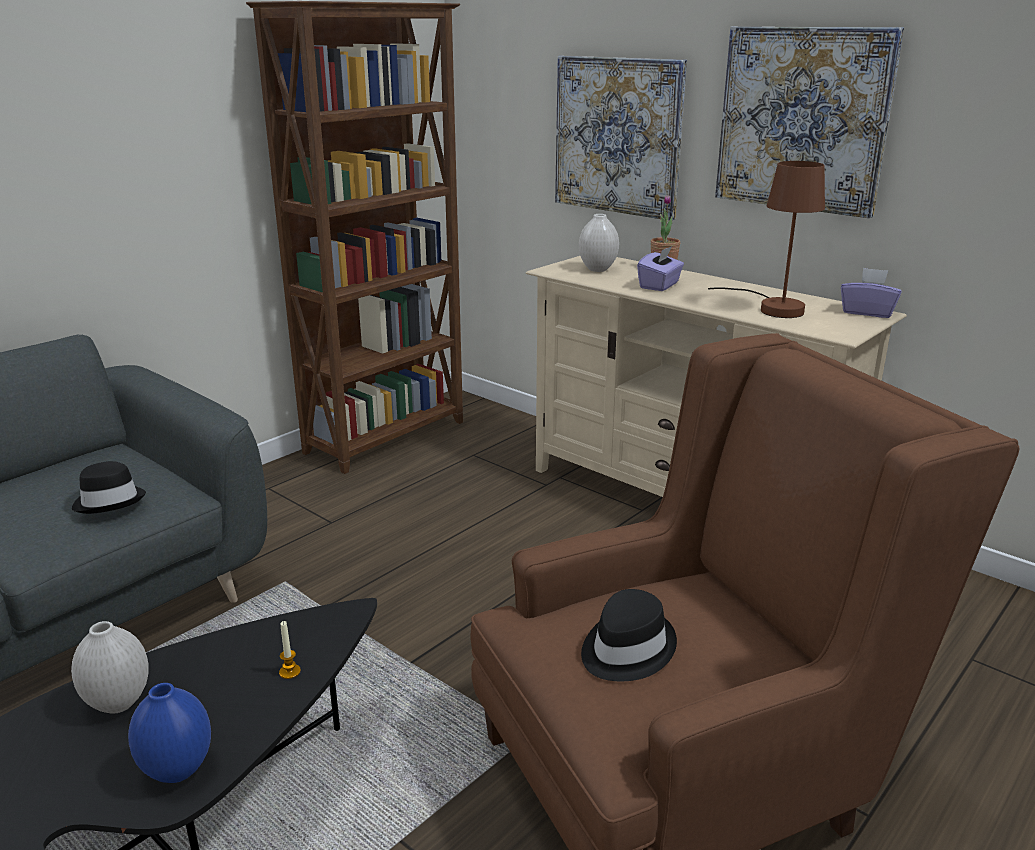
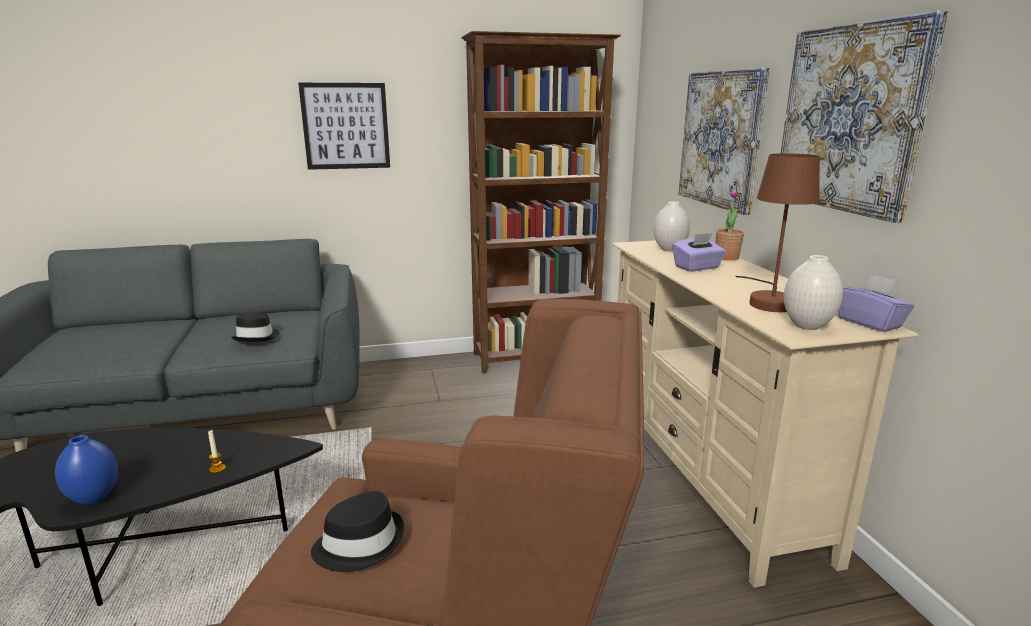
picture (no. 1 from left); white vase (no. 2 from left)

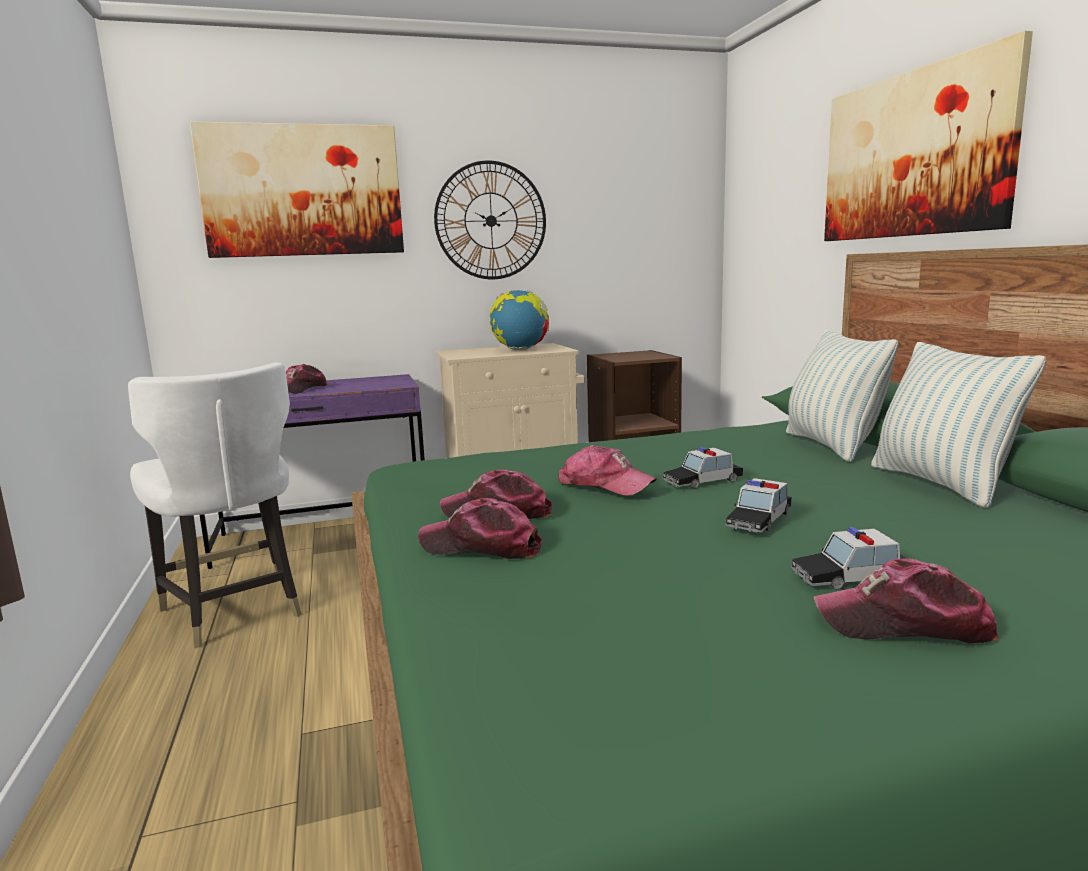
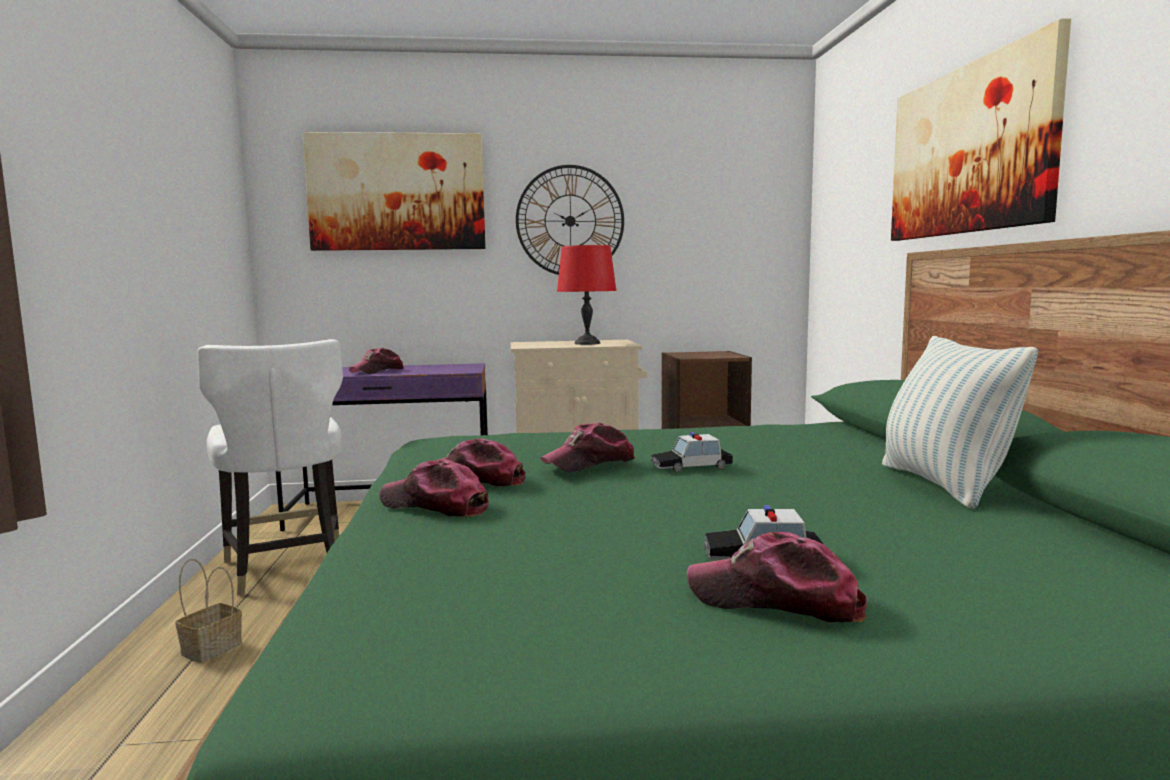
toy car (no. 2 from left in the first image); pillow (no. 1 from left in the first image); basket; red table lamp; cap (no. 4 from left)

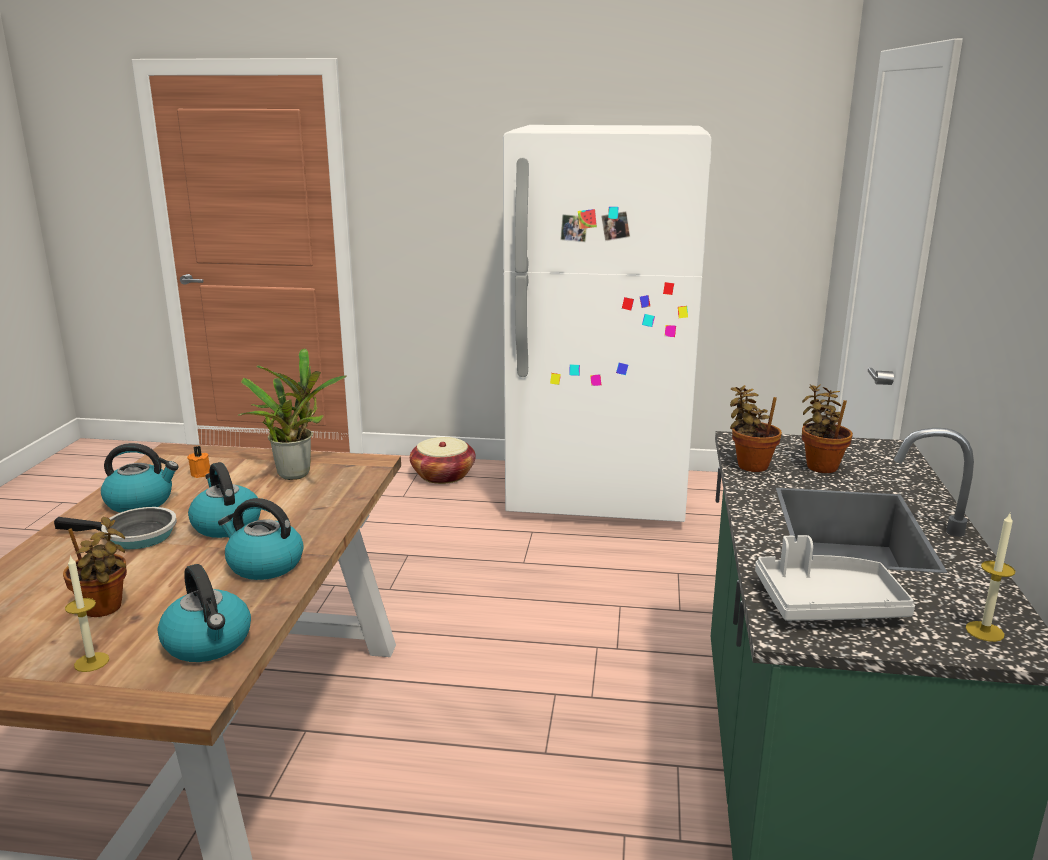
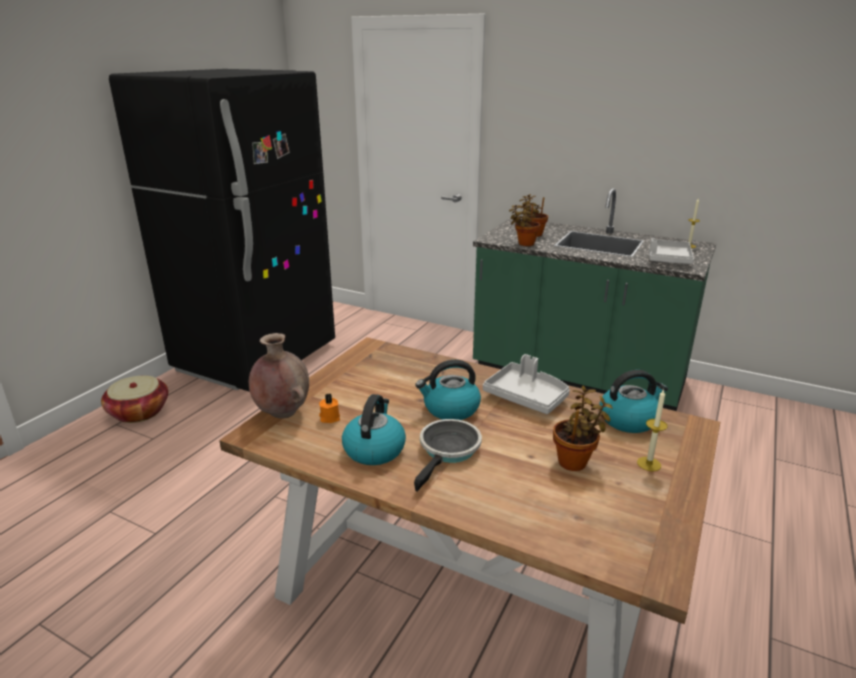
potted plant (no. 2 from left in the first image); brown vase; grey tray (no. 1 from left); black fridge

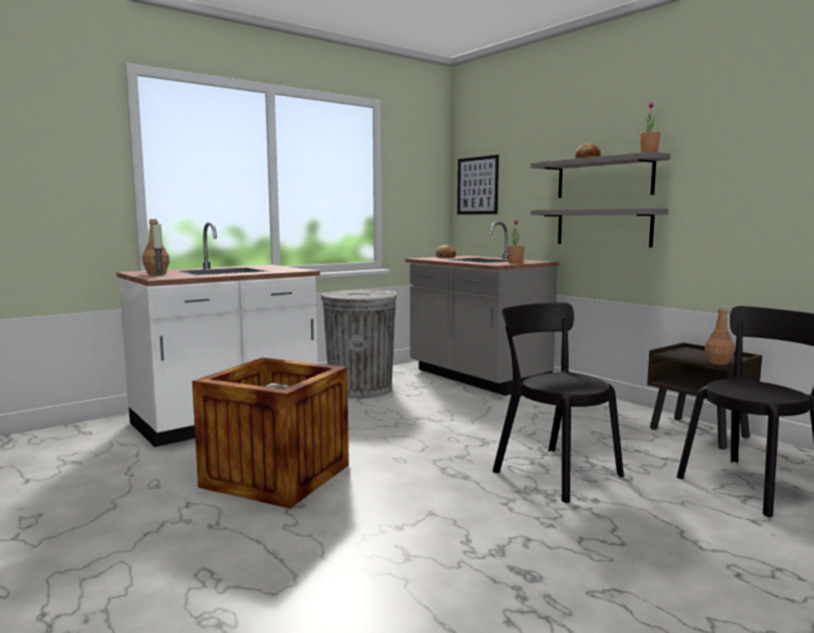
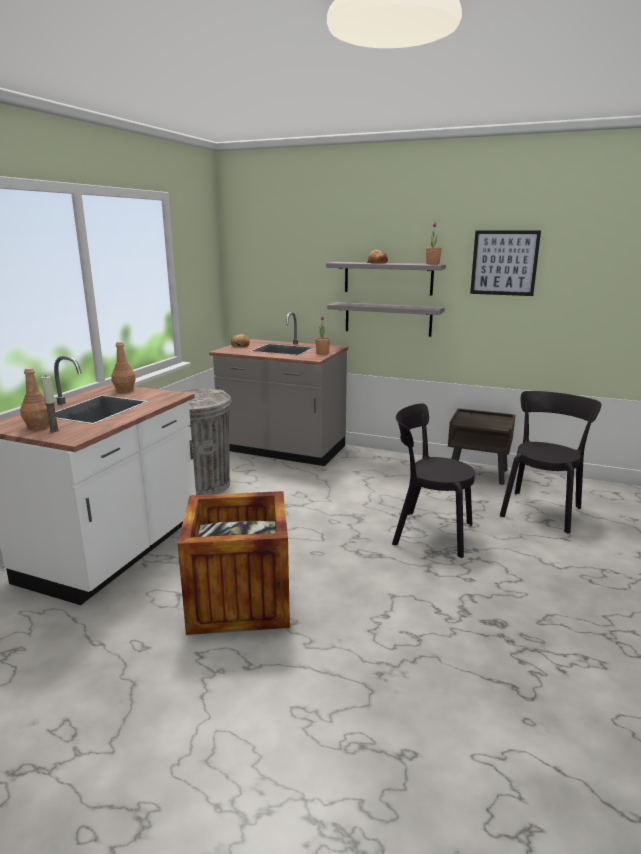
picture; brown bottle (no. 2 from left)

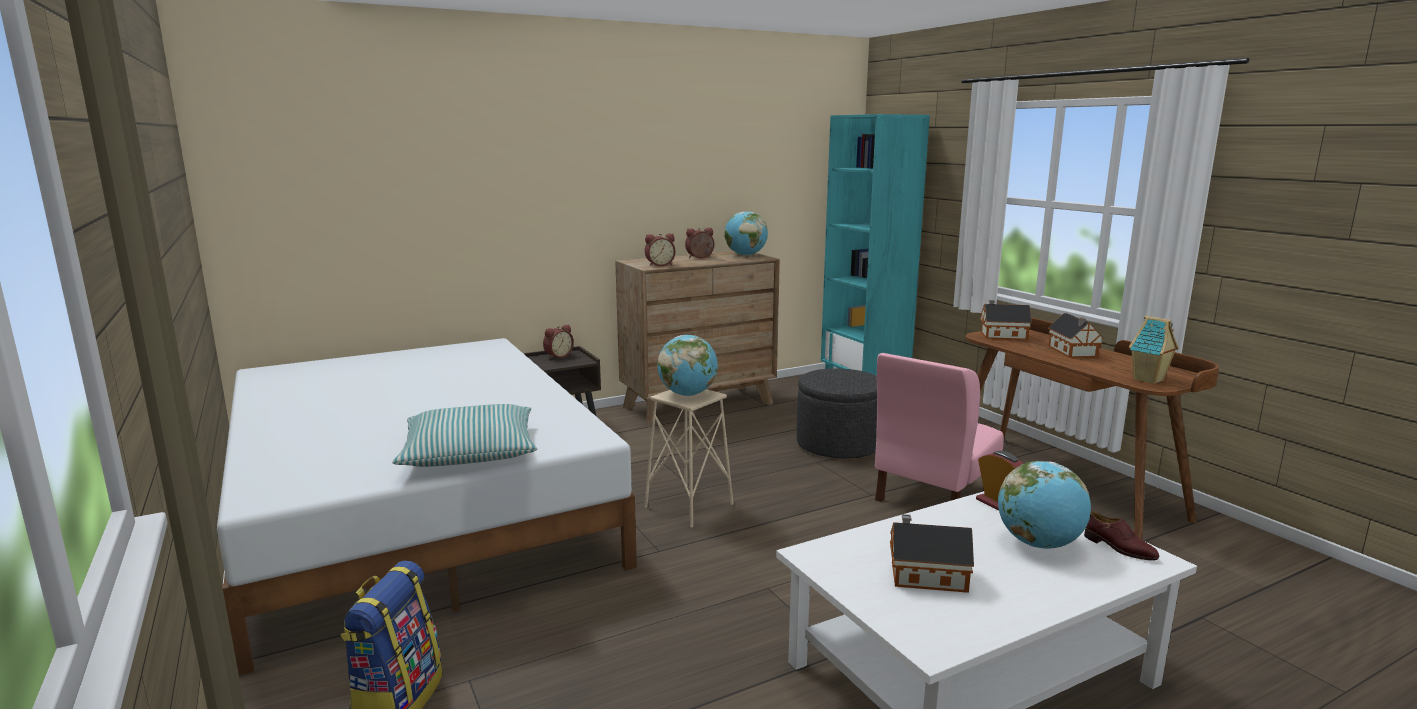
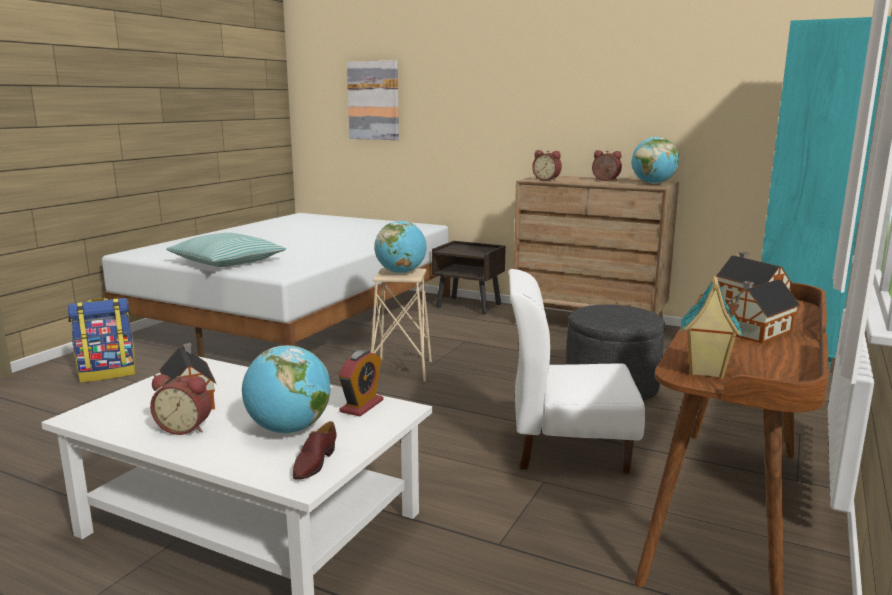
picture; alarm clock (no. 1 from left); white chair

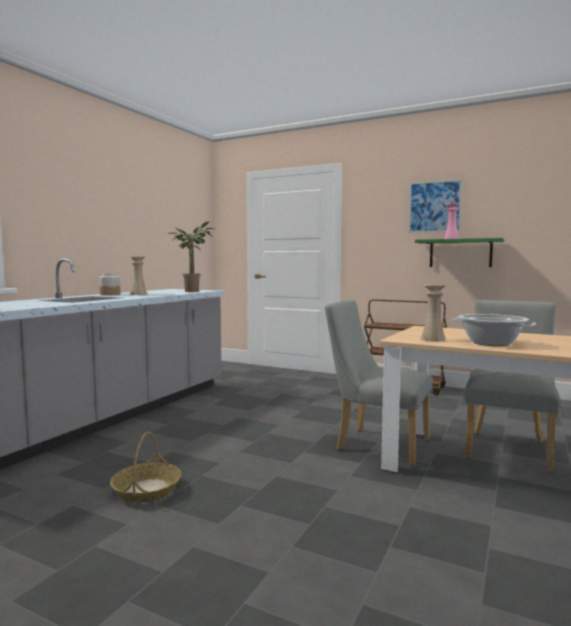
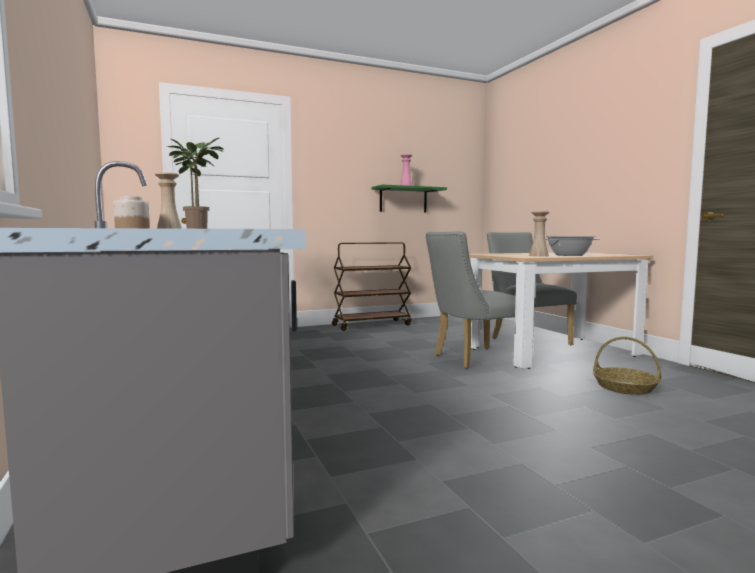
picture; basket

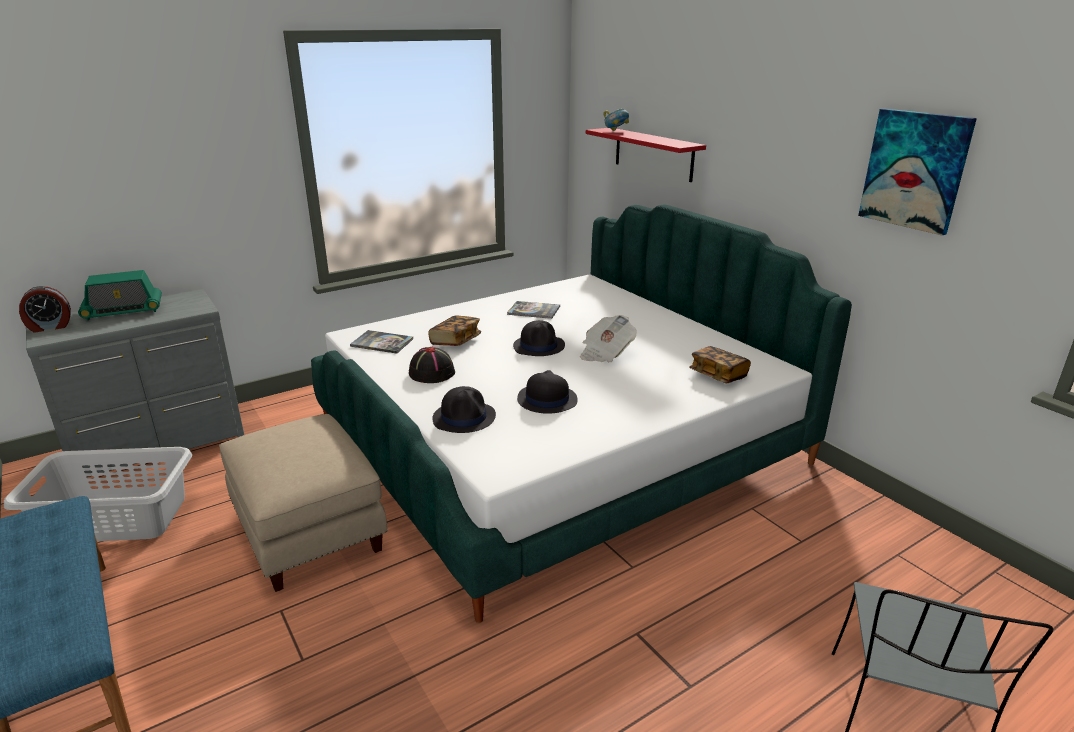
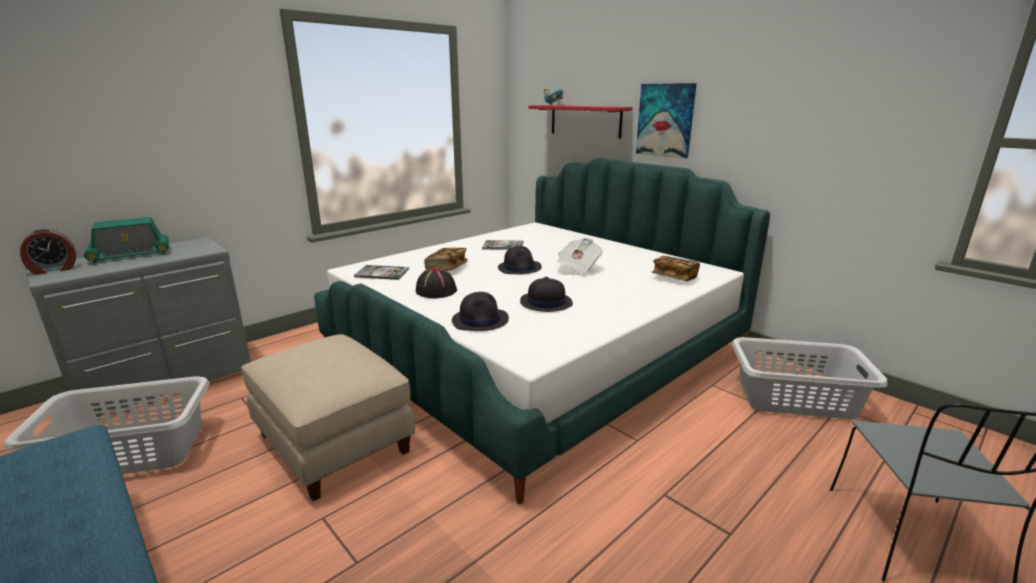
grey laundry basket (no. 2 from left); picture

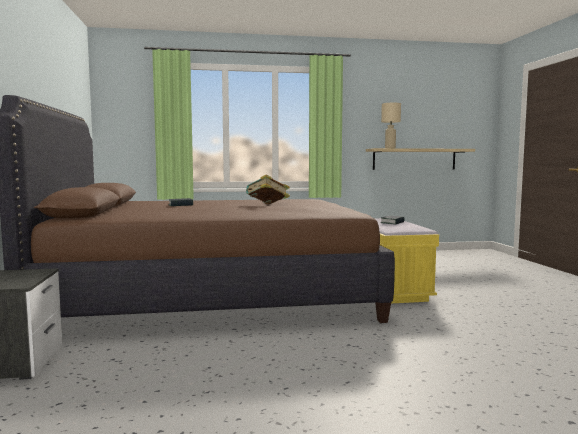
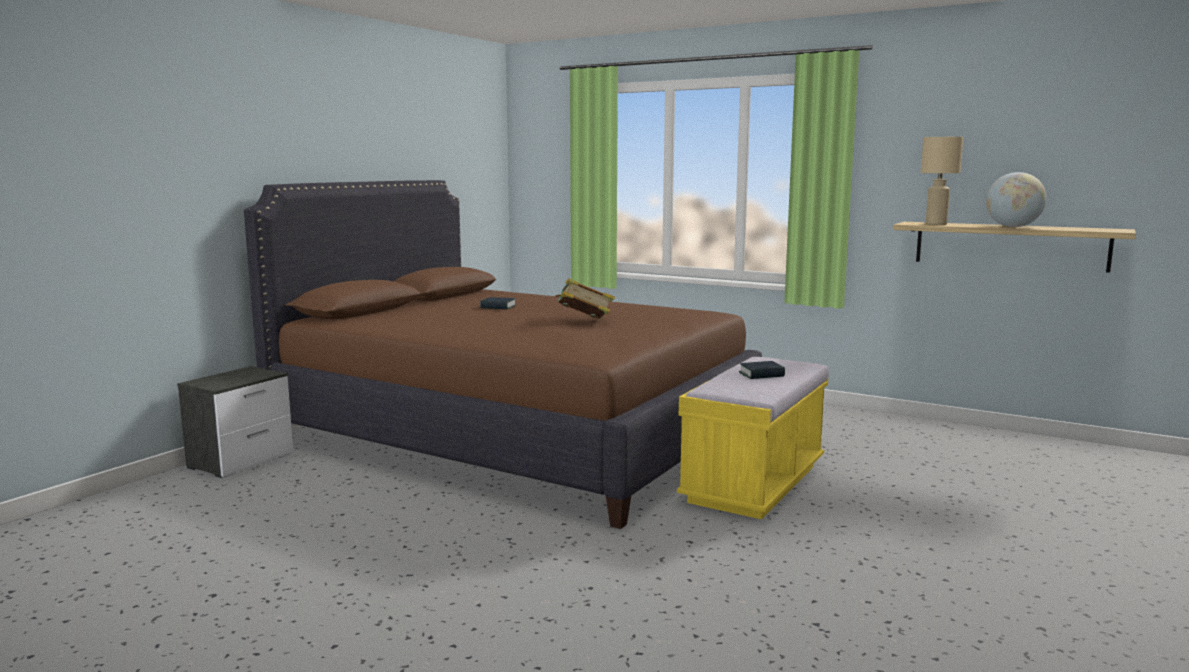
globe

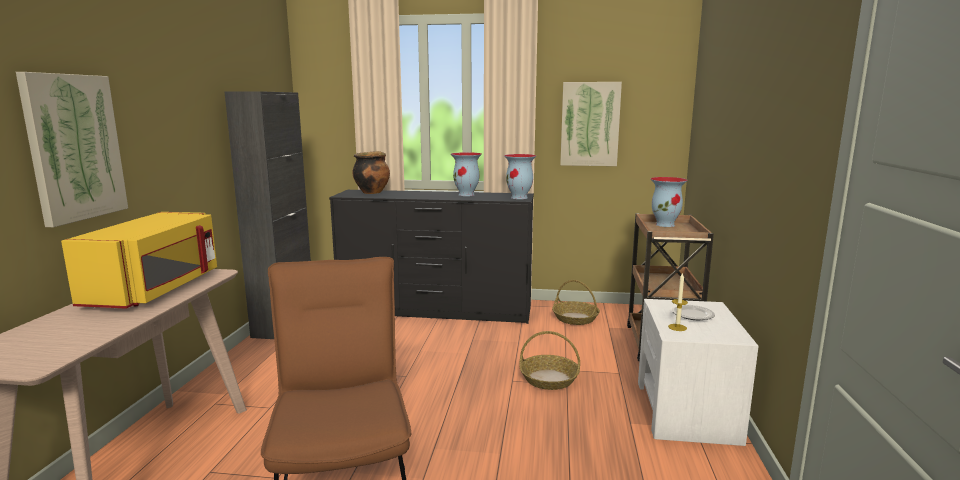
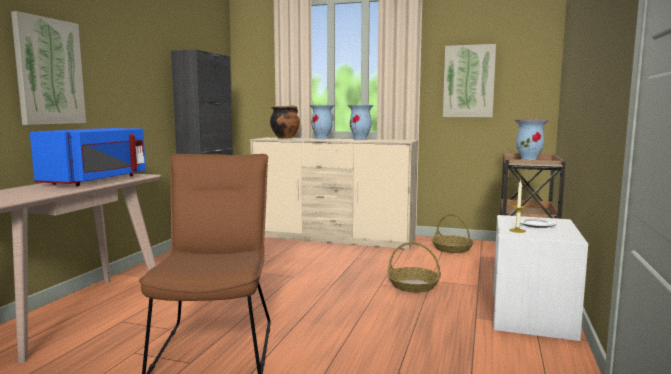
vase (no. 1 from left); blue microwave; beige dresser

